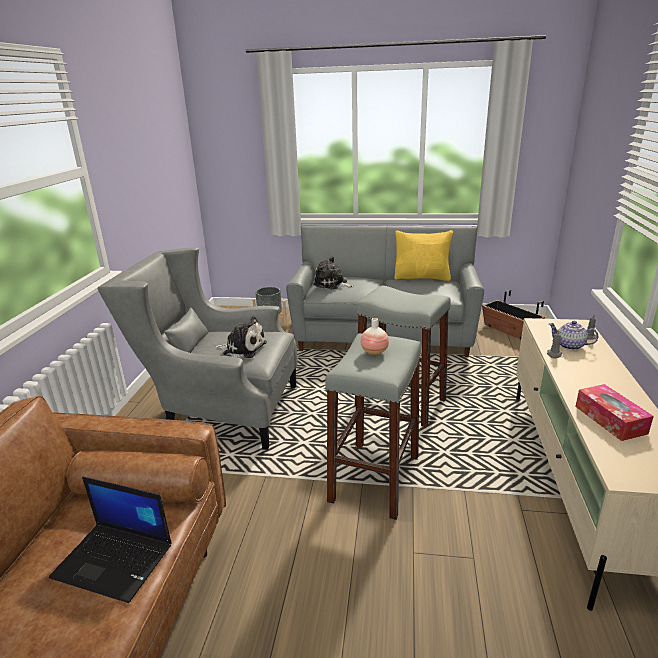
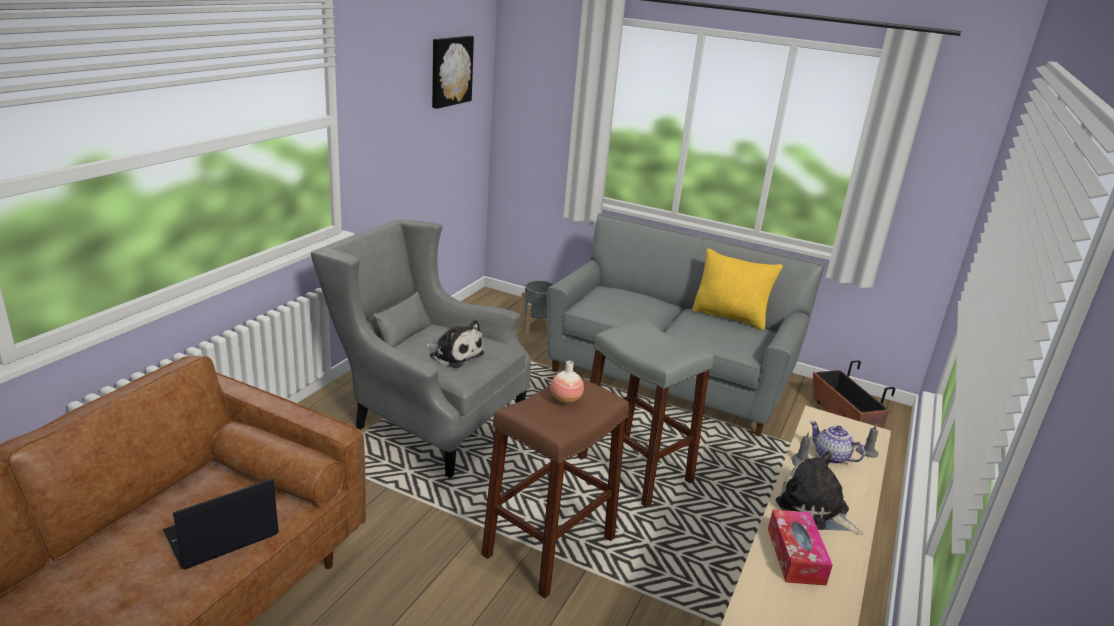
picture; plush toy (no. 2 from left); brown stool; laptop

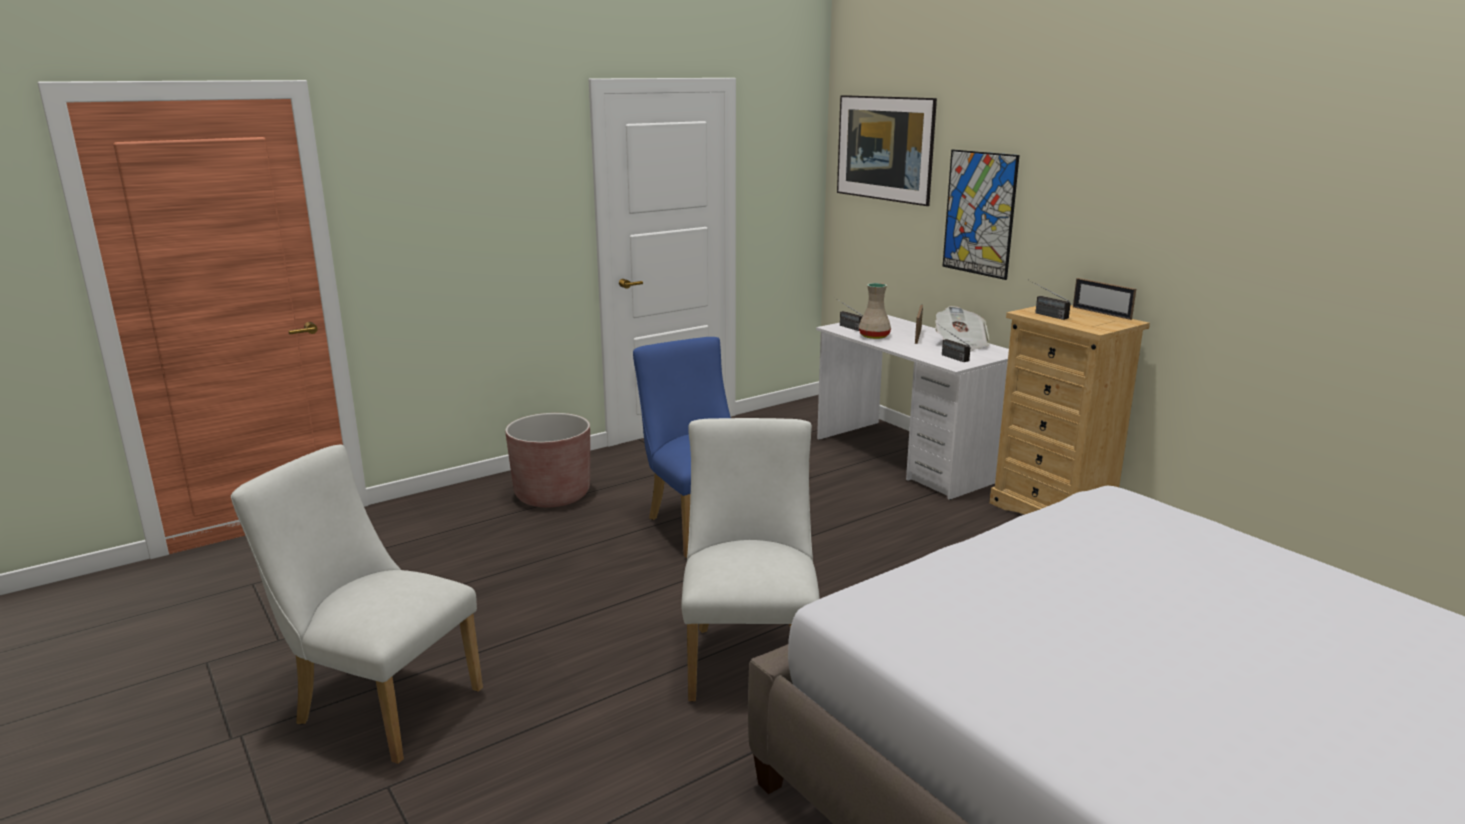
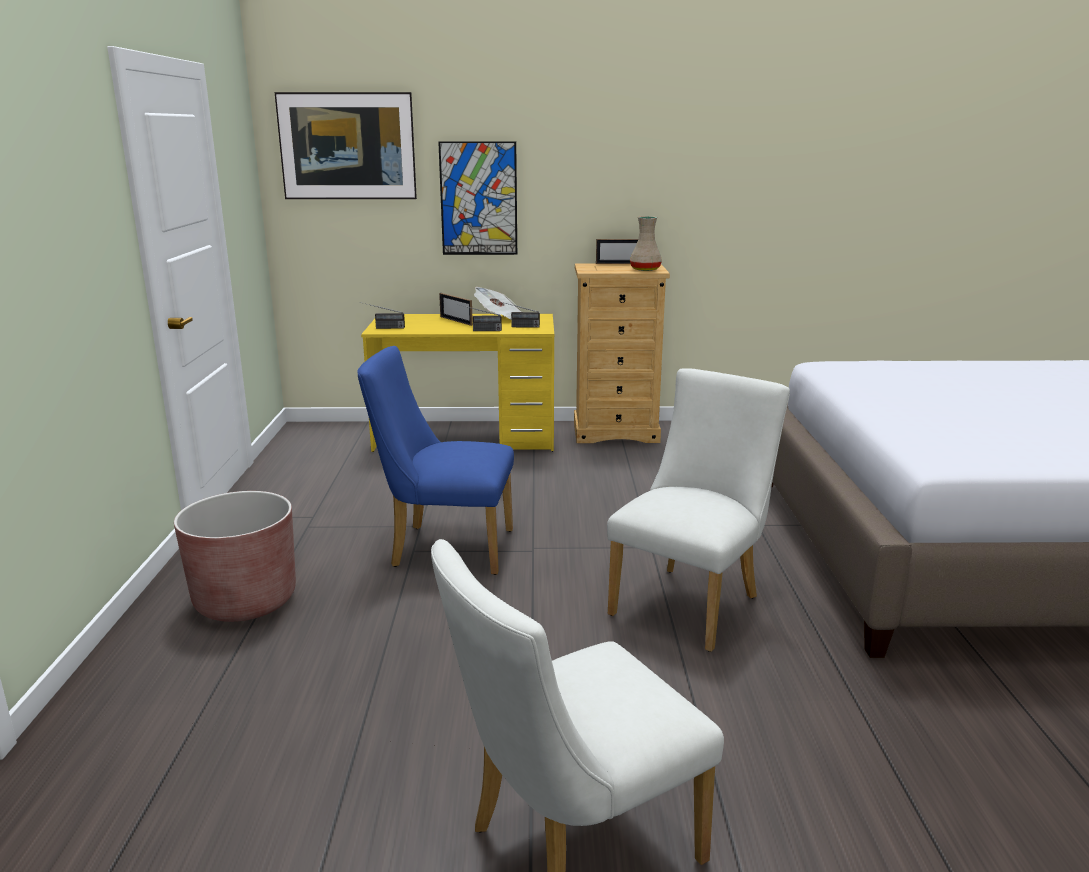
beige vase; radio (no. 2 from left); yellow desk; white chair (no. 2 from left)

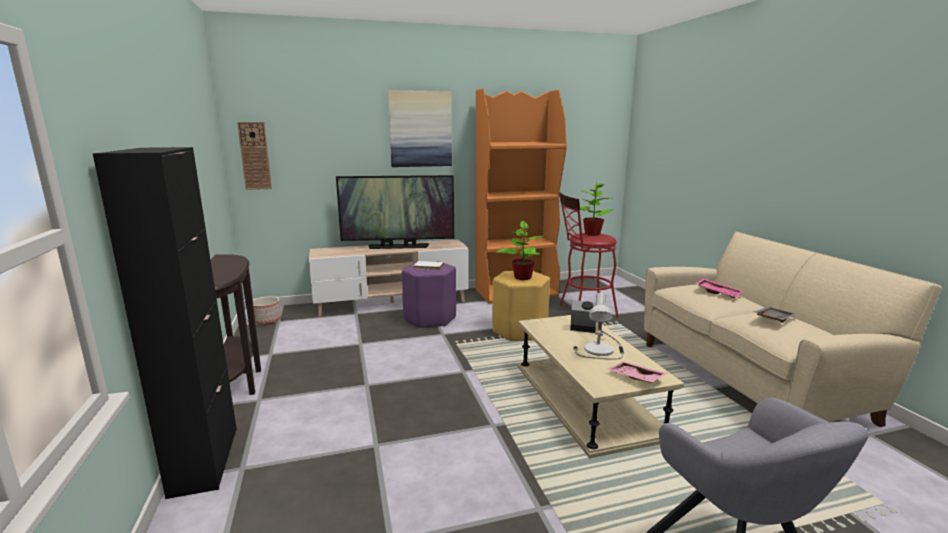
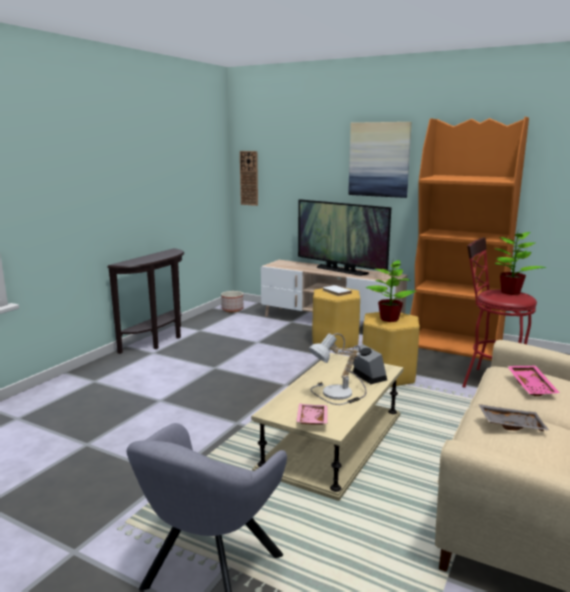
black cabinet; yellow stool (no. 1 from left)

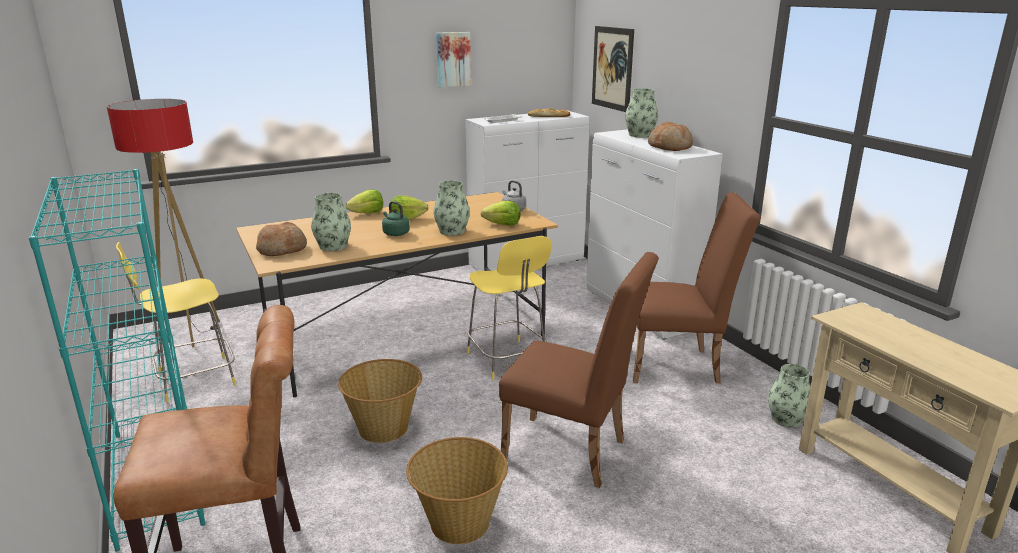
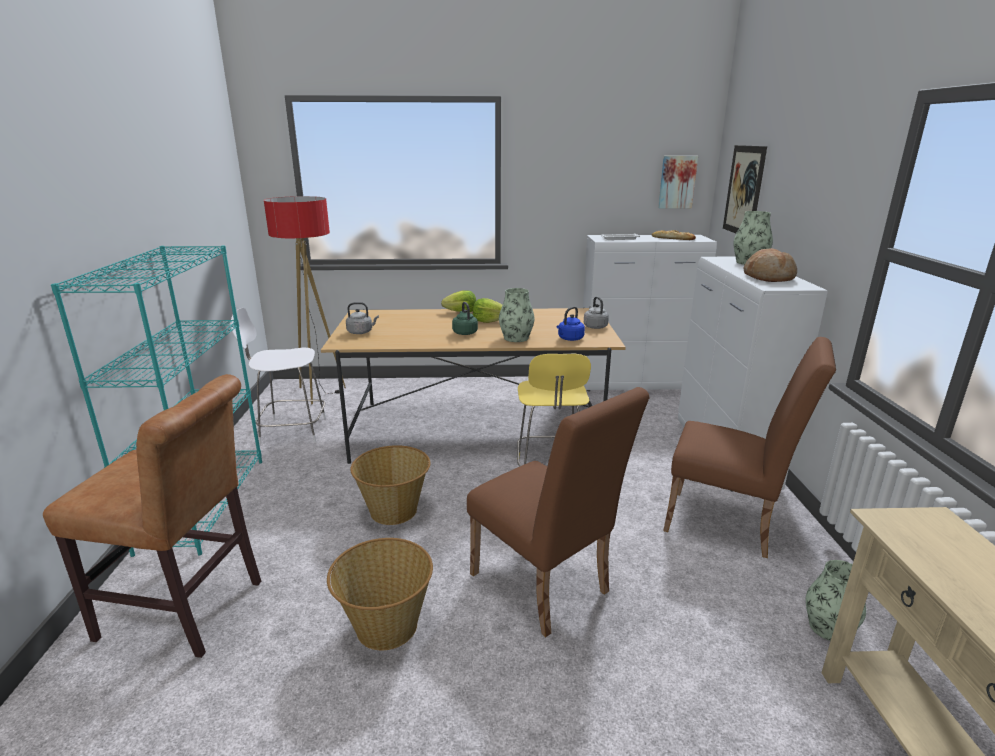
vase (no. 1 from left in the first image); picture (no. 1 from left); grey kettle (no. 1 from left); blue kettle; white stool

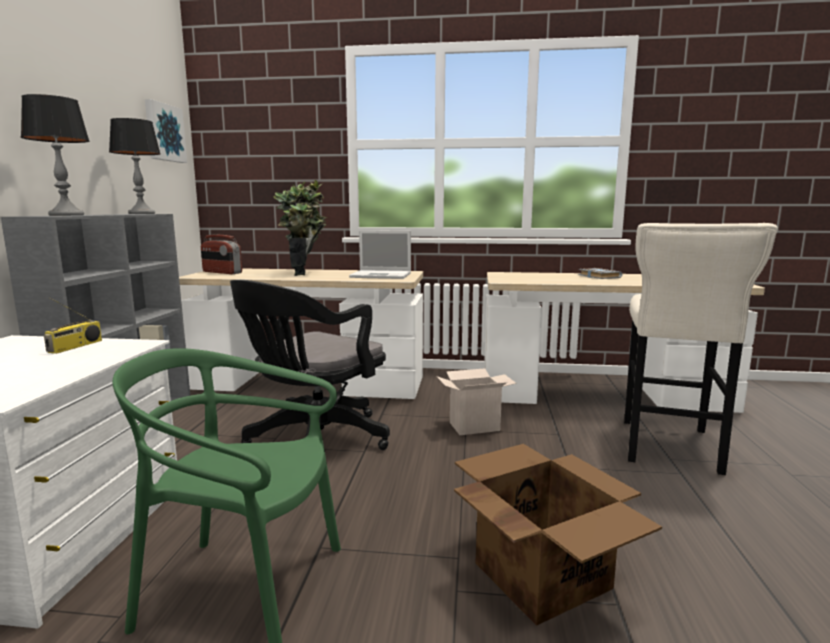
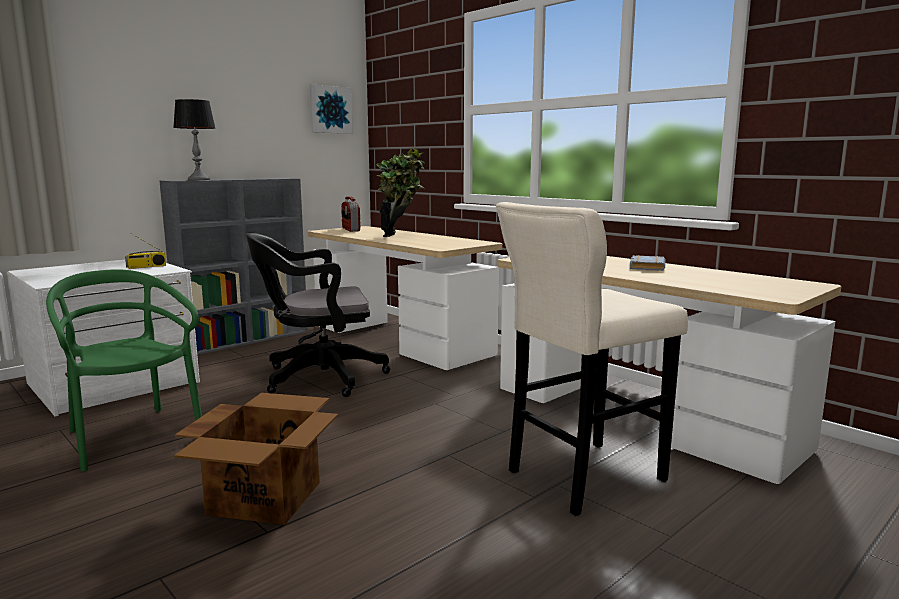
table lamp (no. 2 from left in the first image); laptop; cardboard box (no. 1 from left in the first image)

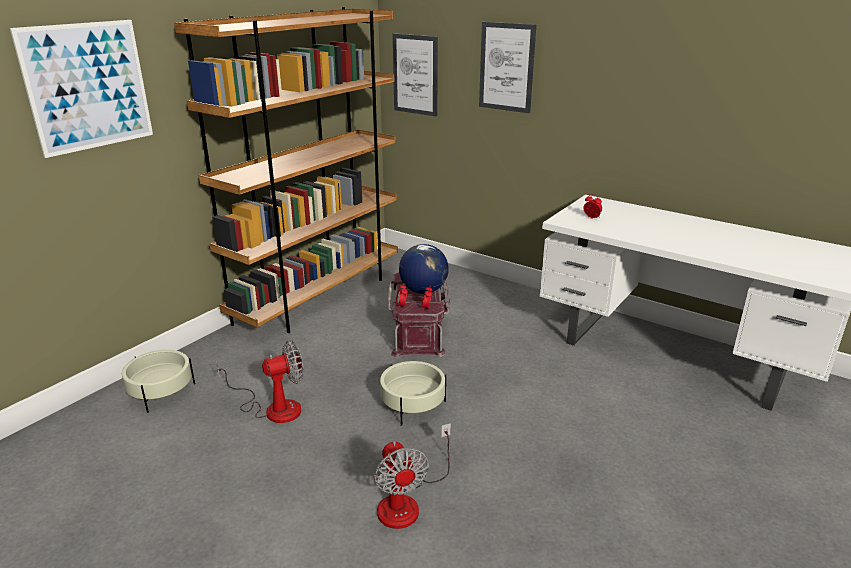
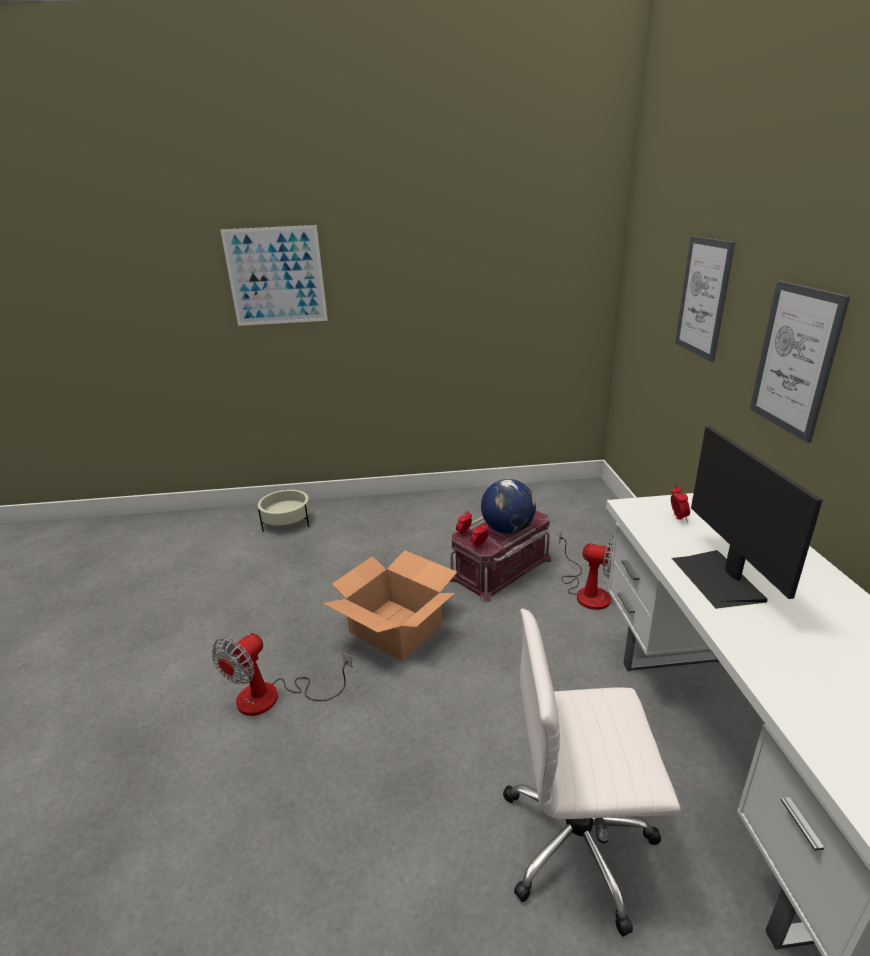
brown bookcase; white office chair; monitor; fan (no. 2 from left); picture (no. 3 from left); cardboard box

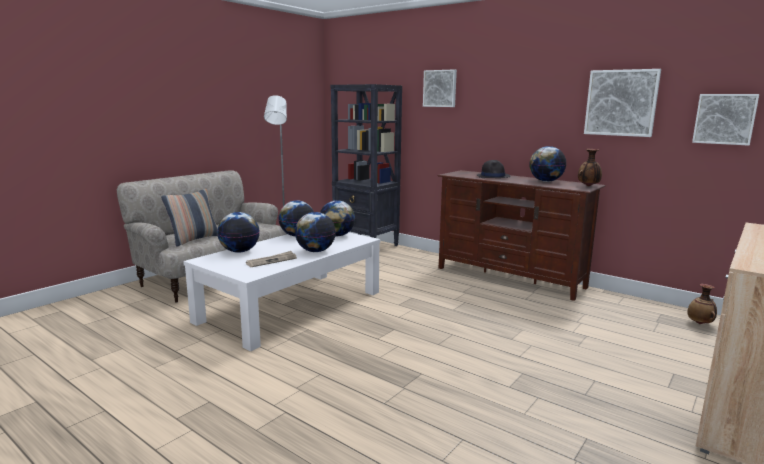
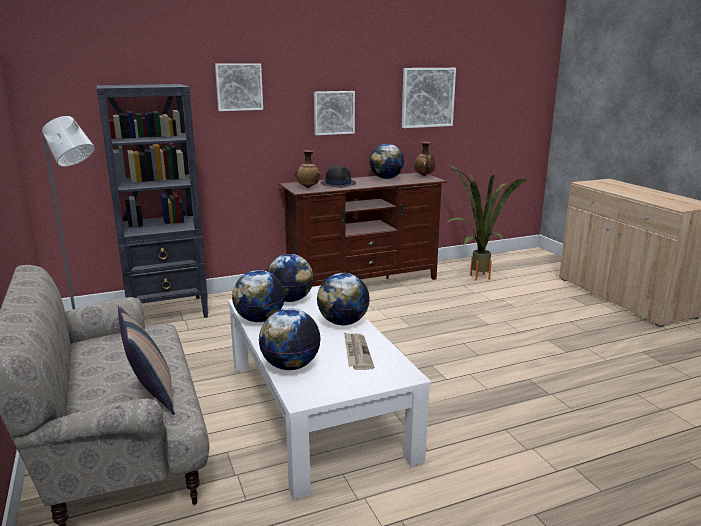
potted plant; vase (no. 1 from left); picture (no. 2 from left)

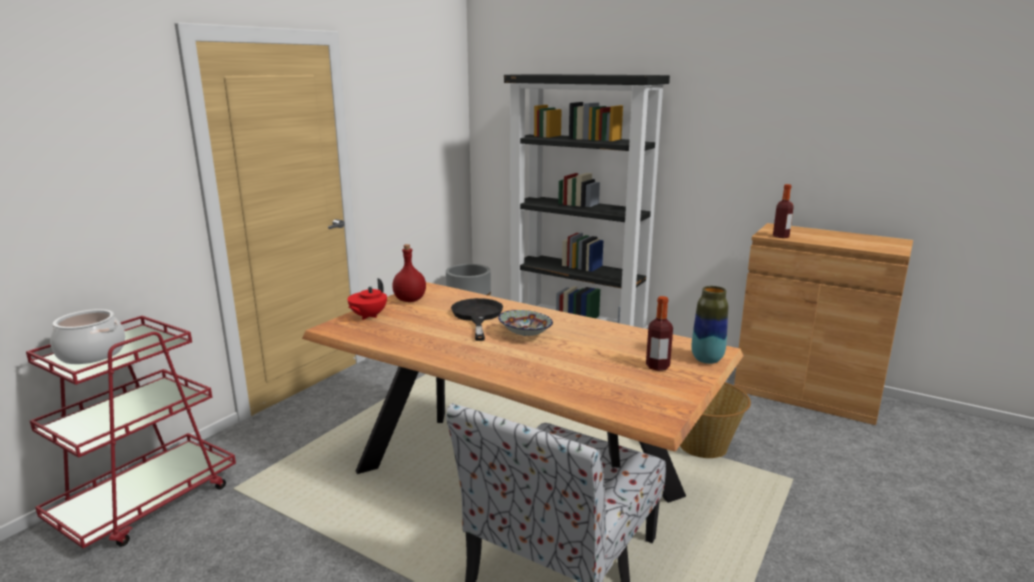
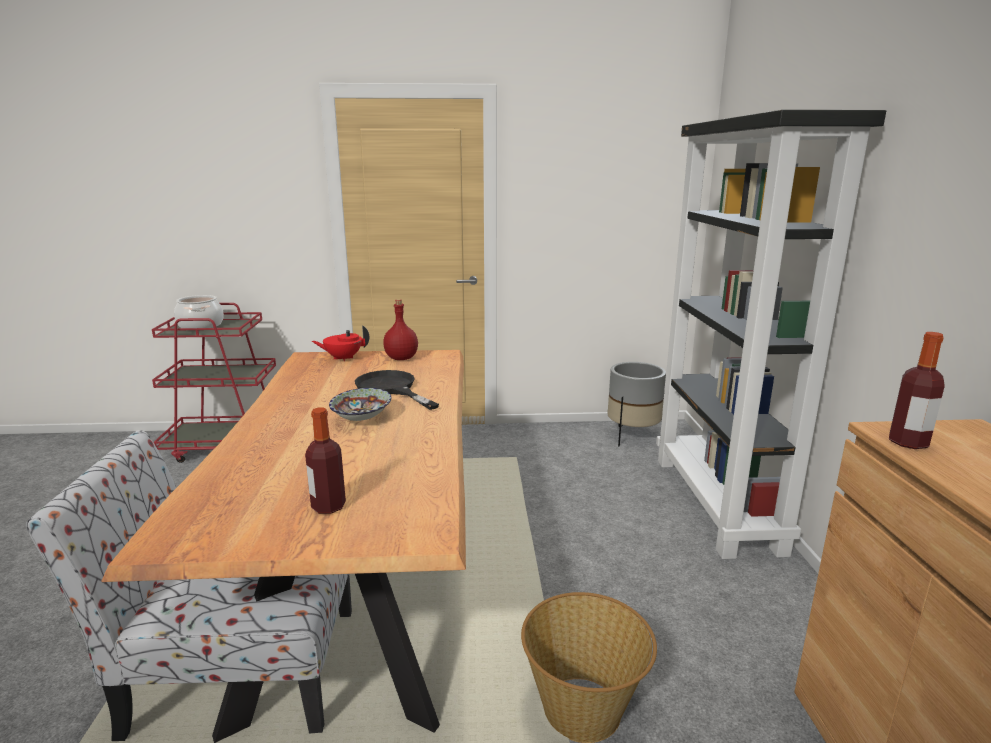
vase; black frying pan

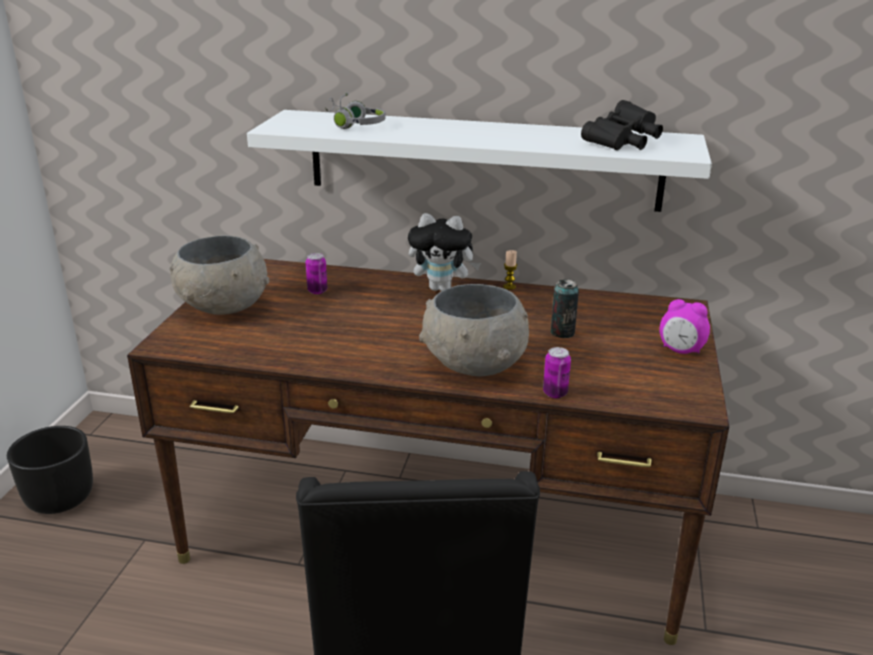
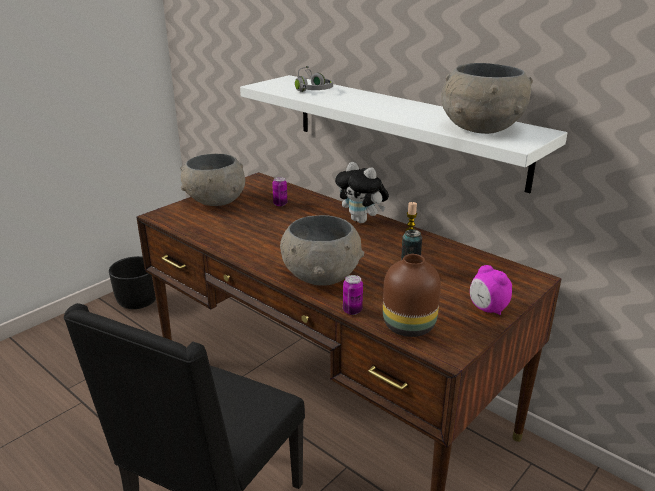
brown vase; grey bowl (no. 3 from left)

